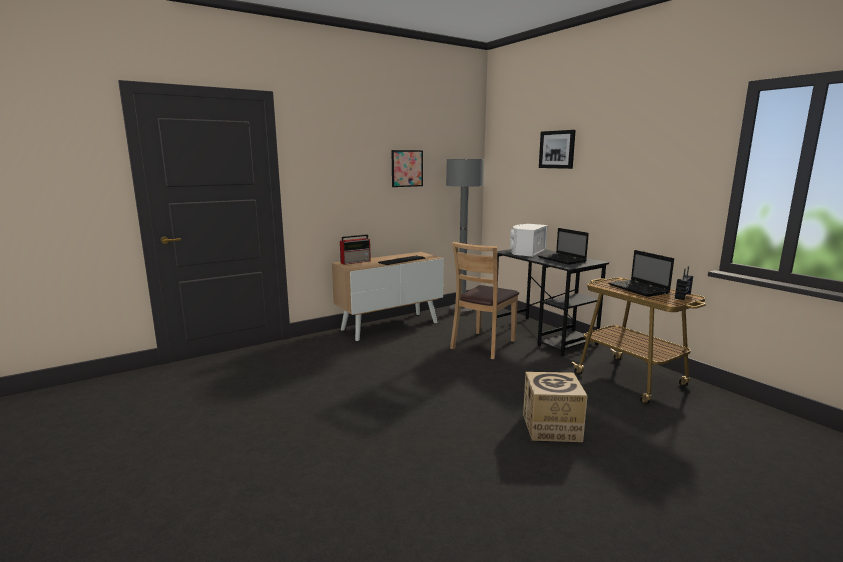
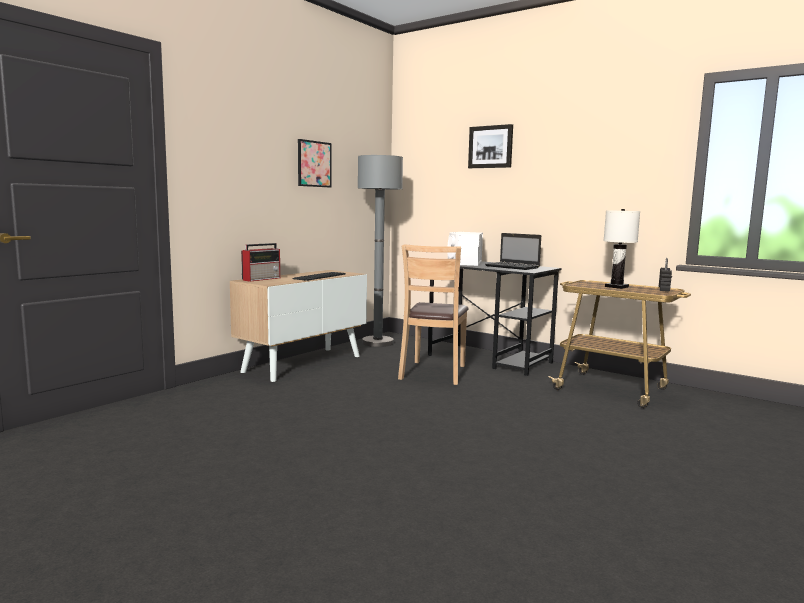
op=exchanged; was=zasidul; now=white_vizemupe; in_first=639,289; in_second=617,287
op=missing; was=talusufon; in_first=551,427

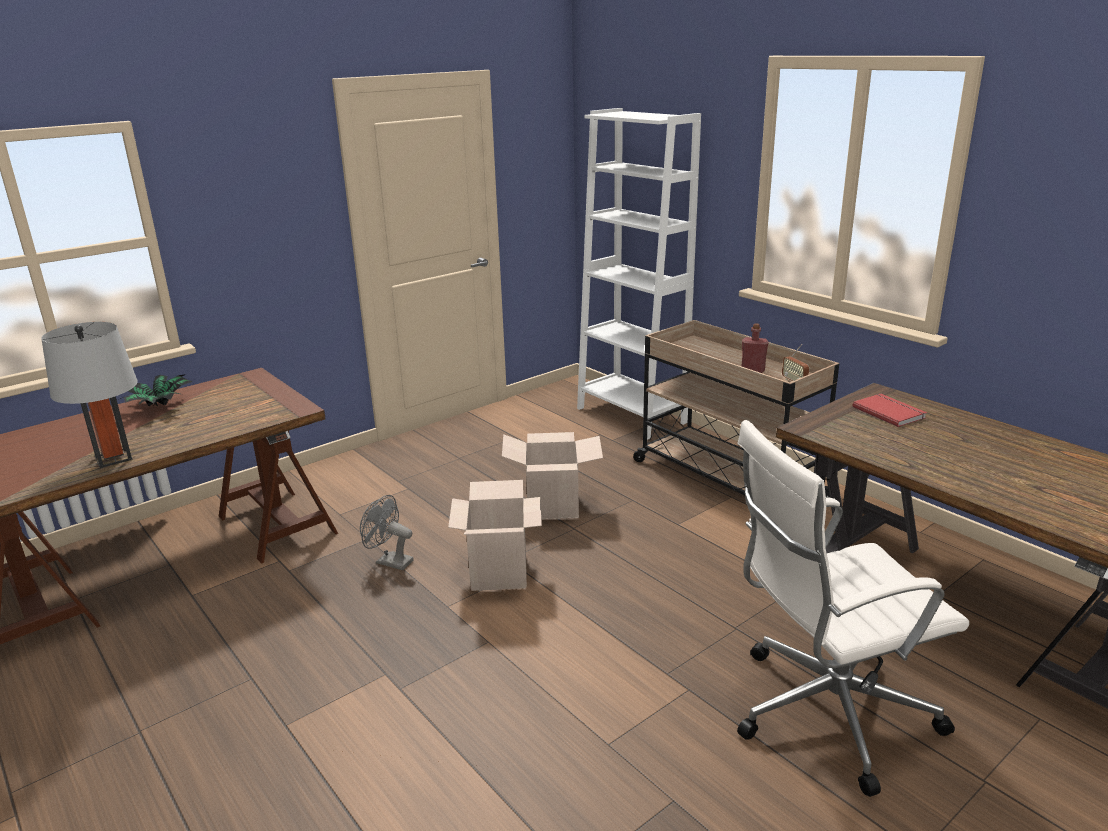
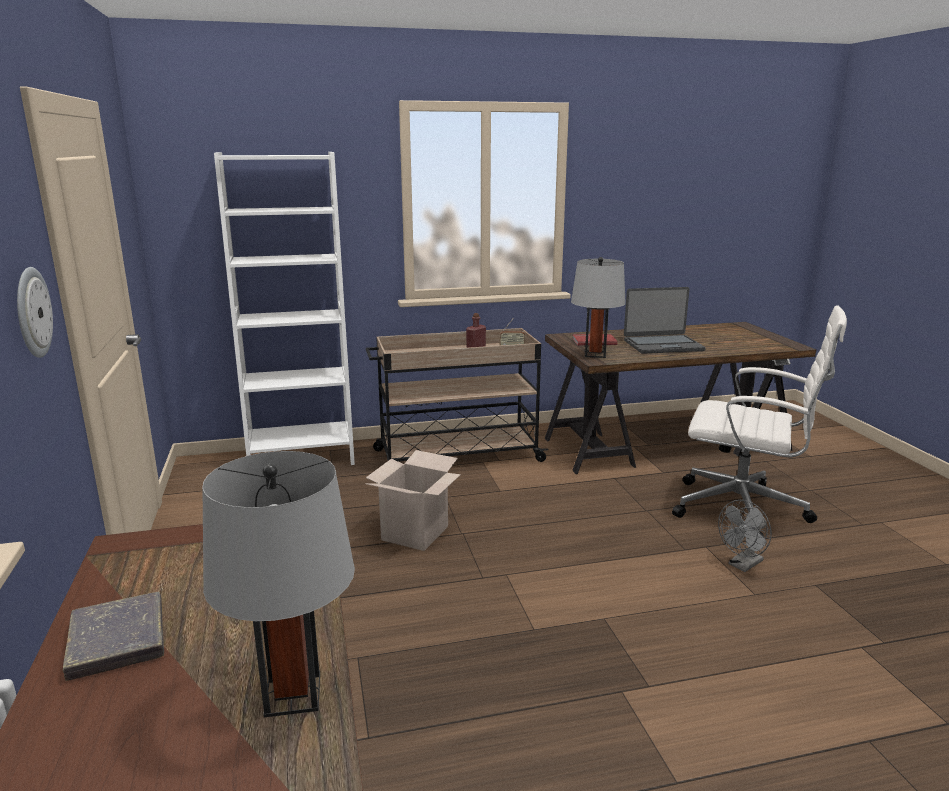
op=exchanged; was=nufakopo; now=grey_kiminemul; in_first=157,407; in_second=118,640
op=spun; was=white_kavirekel; in_first=826,712; in_second=744,510; clockwise=-75
op=missing; was=talusufon; in_first=499,572
op=relocated; was=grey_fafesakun; in_first=389,561; in_second=742,565
op=appeared; now=grey_vizemupe; in_second=595,354
op=appeared; now=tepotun; in_second=31,312
op=appeared; now=zasidul; in_second=662,345

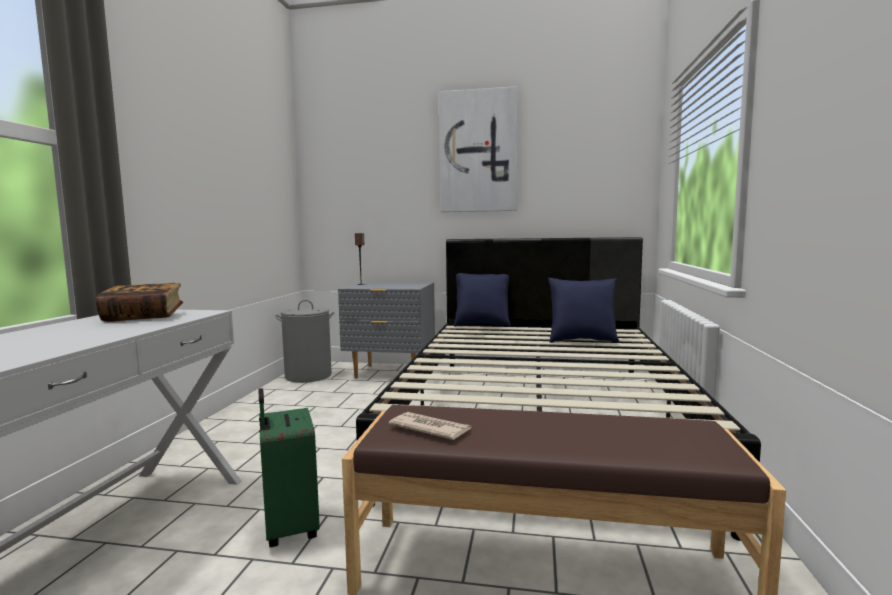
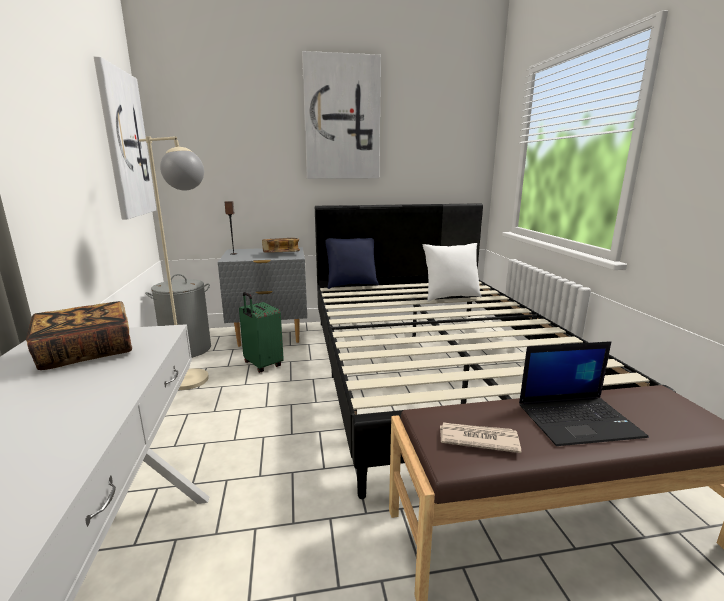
op=colour; was=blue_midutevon; now=white_midutevon; in_first=582,341; in_second=450,297
op=relocated; was=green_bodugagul; in_first=289,529; in_second=262,365
op=appeared; now=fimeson; in_second=125,145
op=appeared; now=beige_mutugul; in_second=197,384
op=appeared; now=kiminemul; in_second=281,254
op=appeared; now=zasidul; in_second=579,420

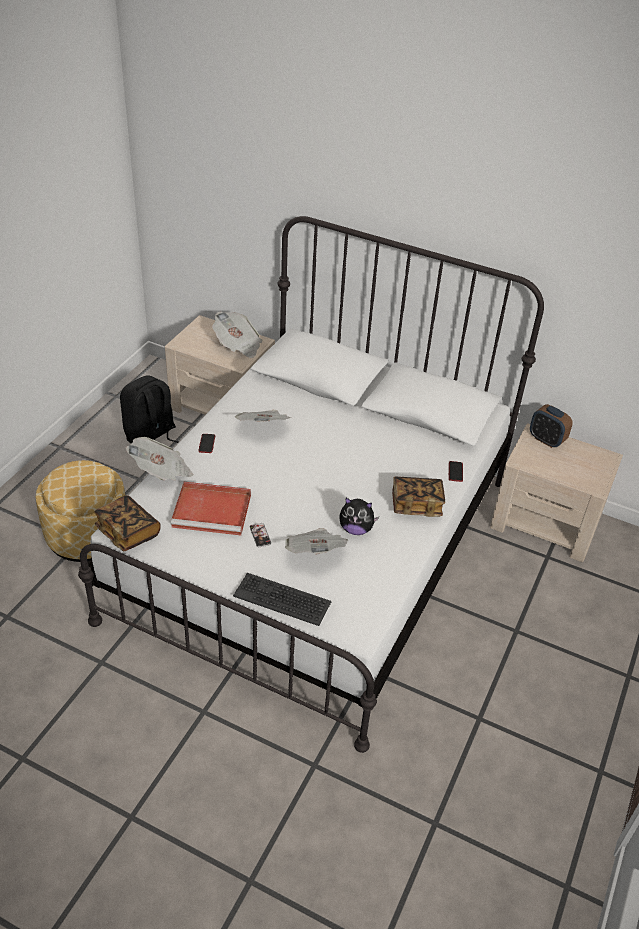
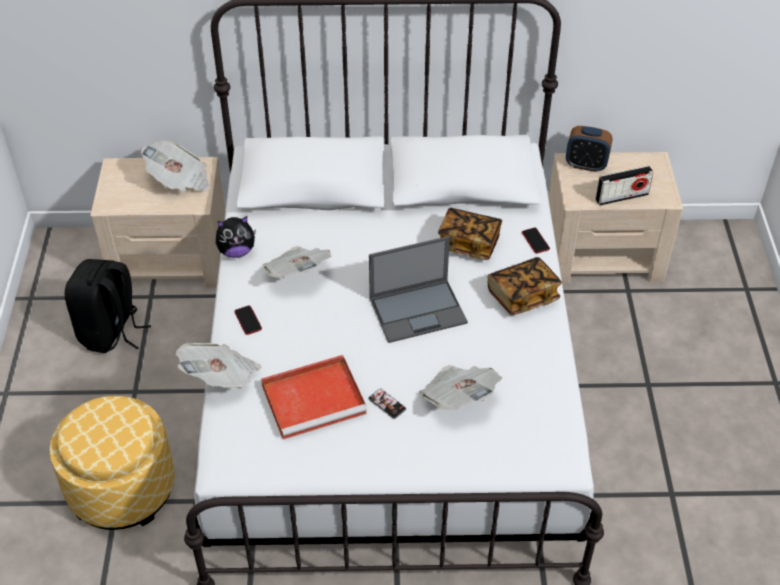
op=relocated; was=kiminemul; in_first=128,532; in_second=468,243
op=relocated; was=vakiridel; in_first=356,529; in_second=236,251
op=missing; was=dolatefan; in_first=282,599
op=appeared; now=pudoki; in_second=621,197
op=appeared; now=zasidul; in_second=419,310

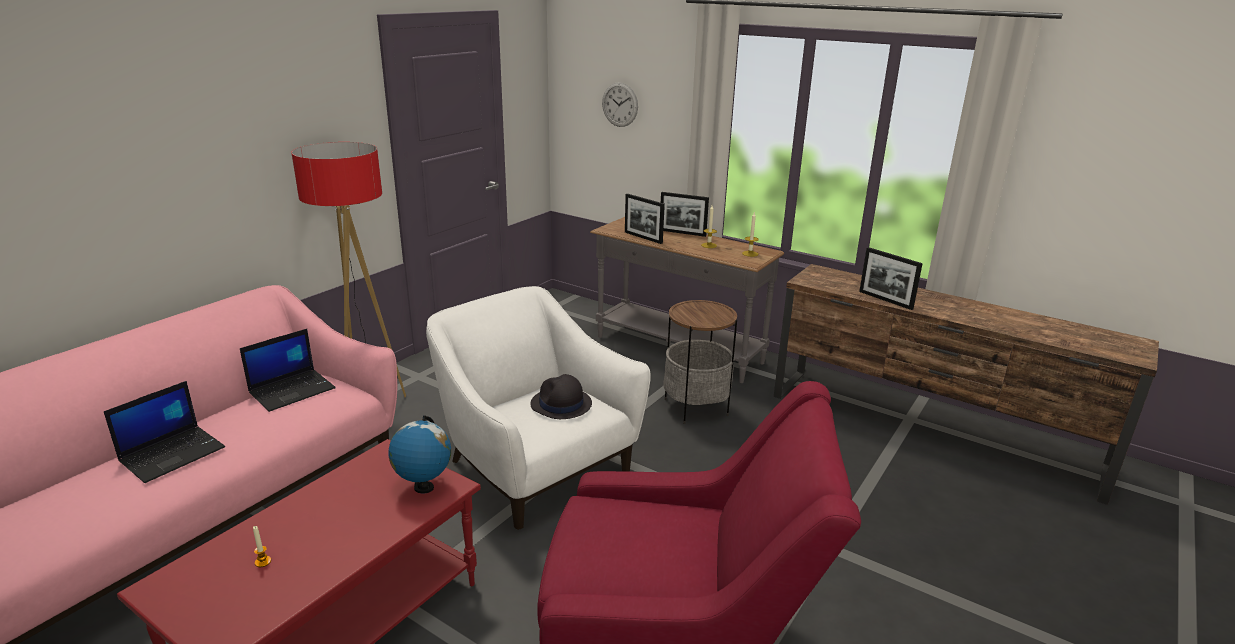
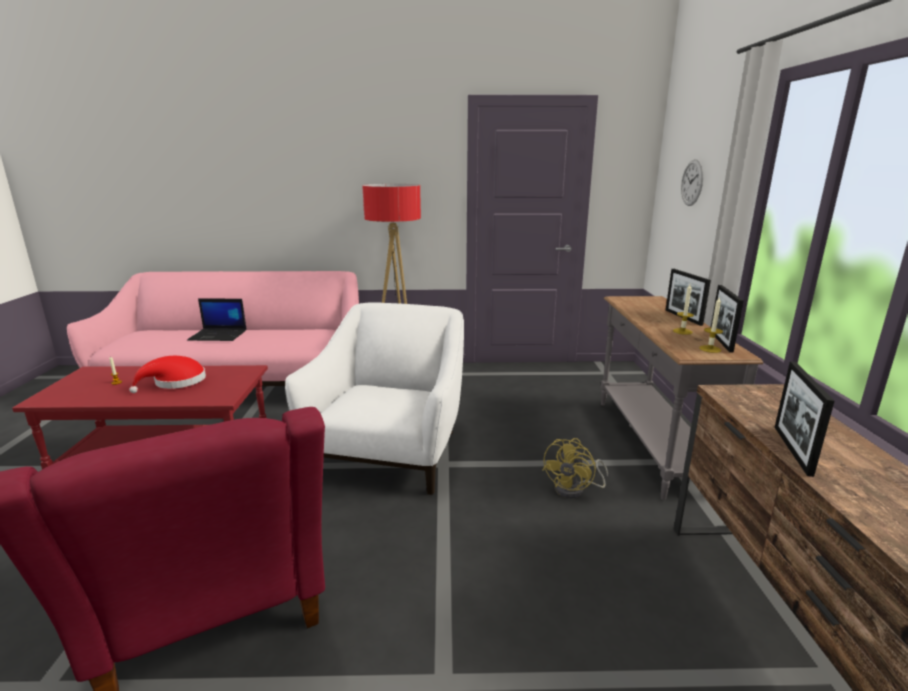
op=relocated; was=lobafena; in_first=643,237; in_second=721,341
op=exchanged; was=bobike; now=yellow_fafesakun; in_first=695,407; in_second=575,489
op=missing; was=zasidul; in_first=292,390
op=missing; was=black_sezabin; in_first=561,404
op=missing; was=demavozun; in_first=423,488
op=appeared; now=red_sezabin; in_second=176,382

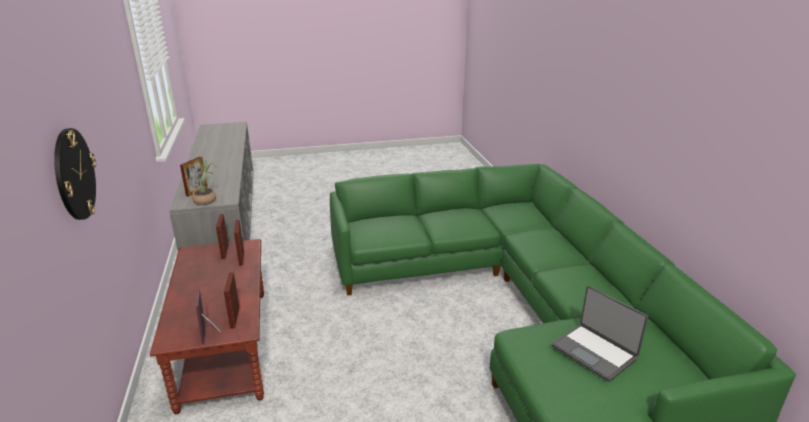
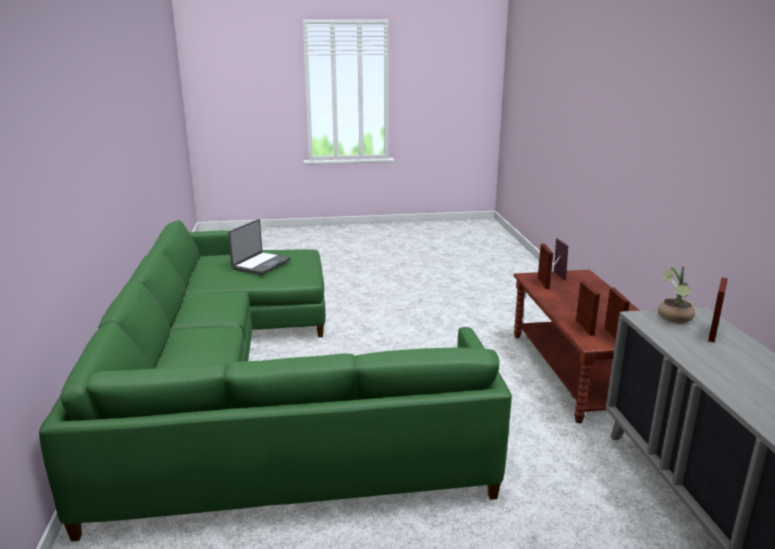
op=missing; was=tepotun; in_first=74,174
op=spun; was=zasidul; in_first=595,352; in_second=260,264; clockwise=60

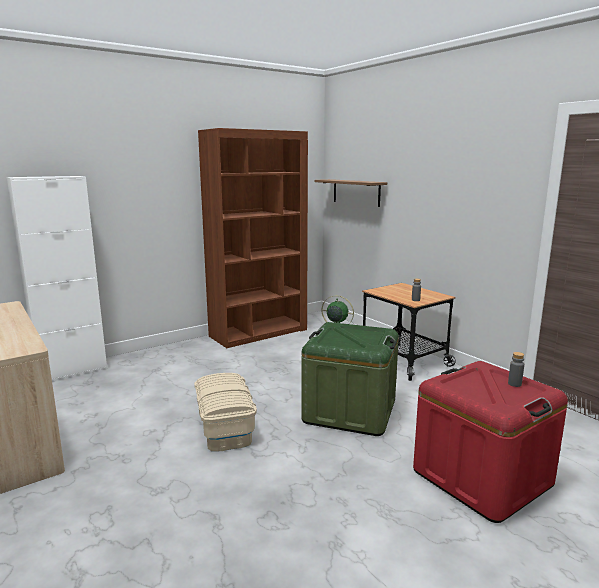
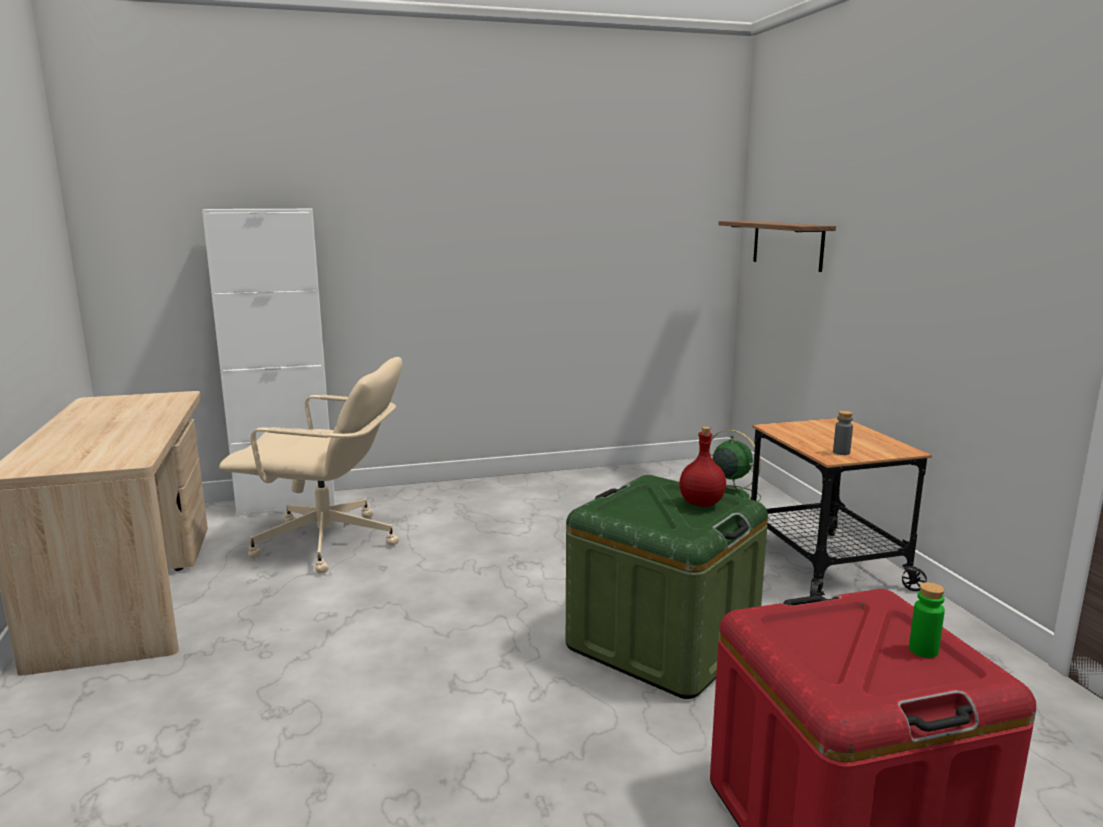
op=missing; was=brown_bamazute; in_first=259,333
op=colour; was=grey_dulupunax; now=green_dulupunax; in_first=514,384; in_second=923,650
op=missing; was=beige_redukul; in_first=225,427
op=appeared; now=beige_kavirekel; in_second=327,544
op=appeared; now=red_dulupunax; in_second=702,504

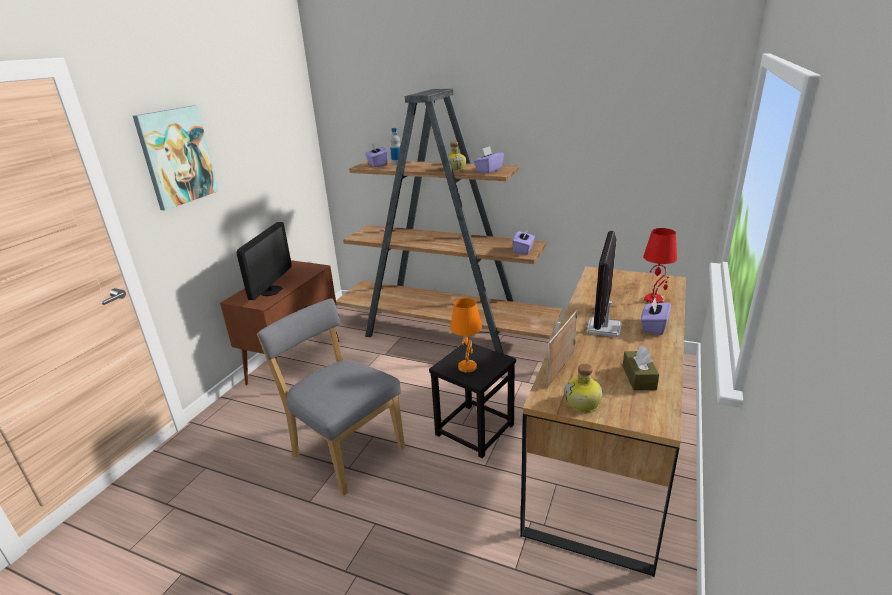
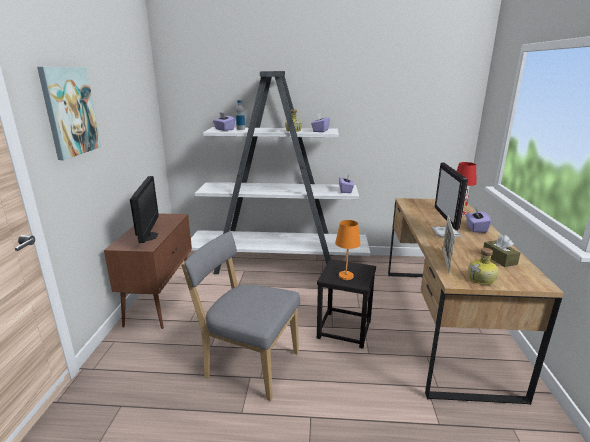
op=colour; was=brown_bamazute; now=white_bamazute; in_first=446,333; in_second=279,263

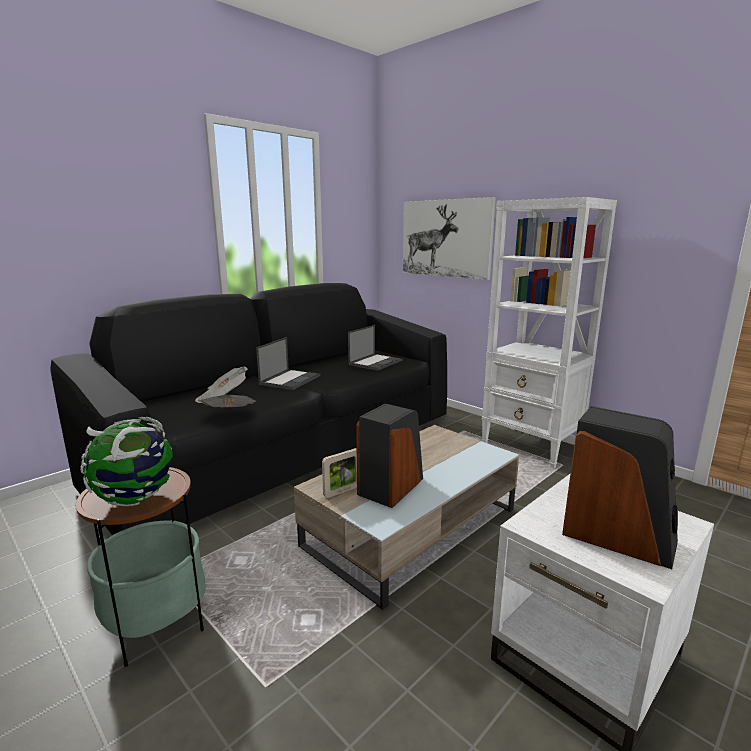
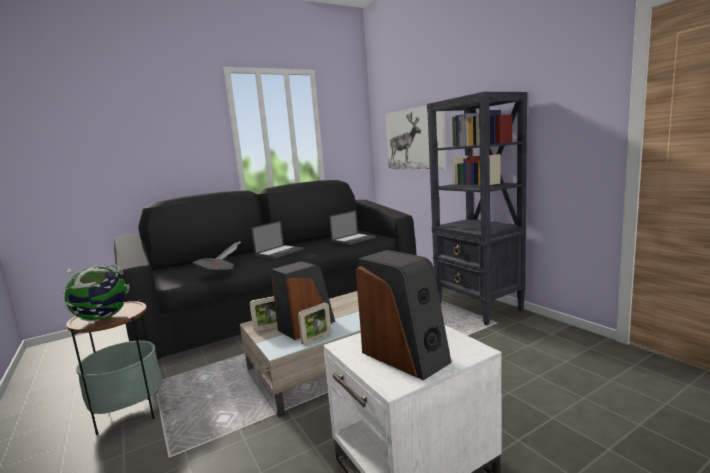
op=colour; was=white_bamazute; now=black_bamazute; in_first=531,447; in_second=478,308
op=appeared; now=lobafena; in_second=316,339

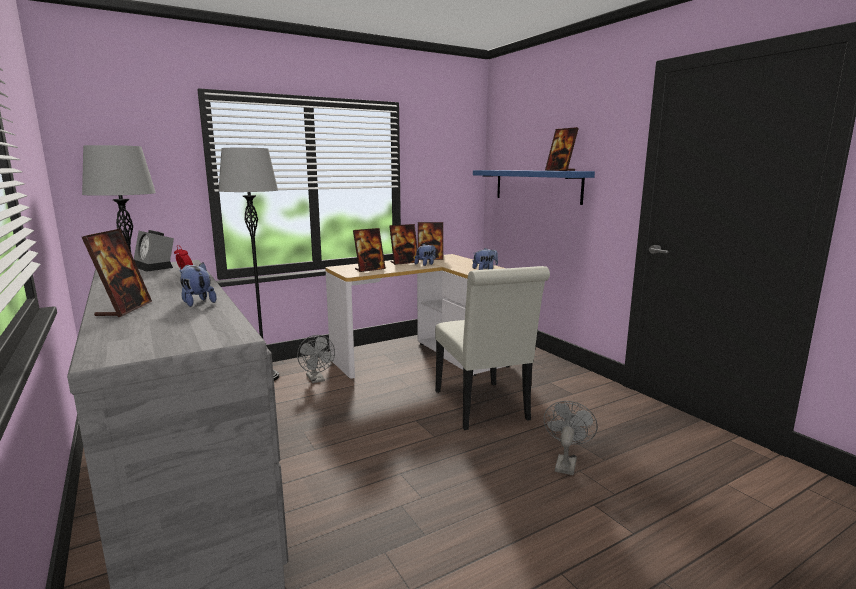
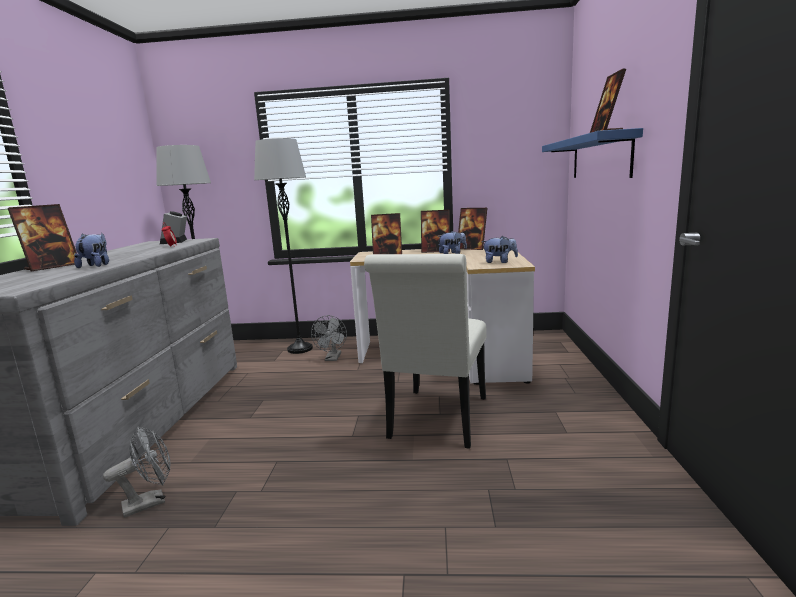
op=relocated; was=grey_fafesakun; in_first=565,463; in_second=151,501

